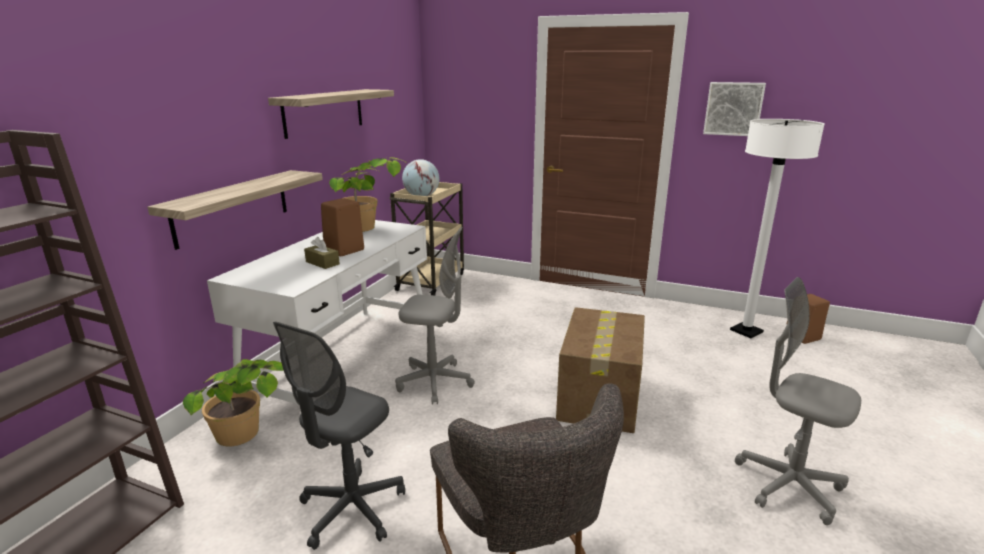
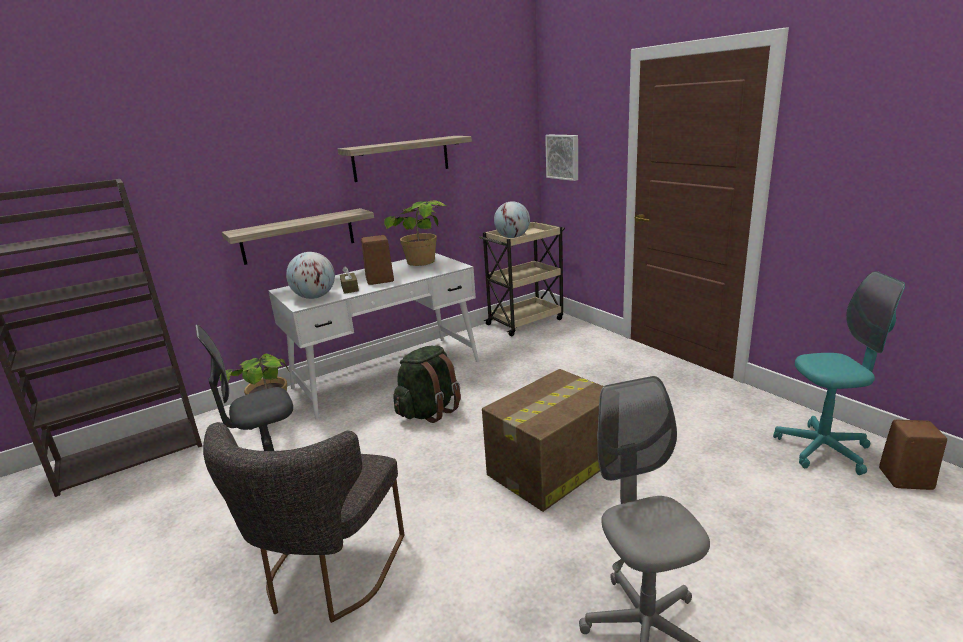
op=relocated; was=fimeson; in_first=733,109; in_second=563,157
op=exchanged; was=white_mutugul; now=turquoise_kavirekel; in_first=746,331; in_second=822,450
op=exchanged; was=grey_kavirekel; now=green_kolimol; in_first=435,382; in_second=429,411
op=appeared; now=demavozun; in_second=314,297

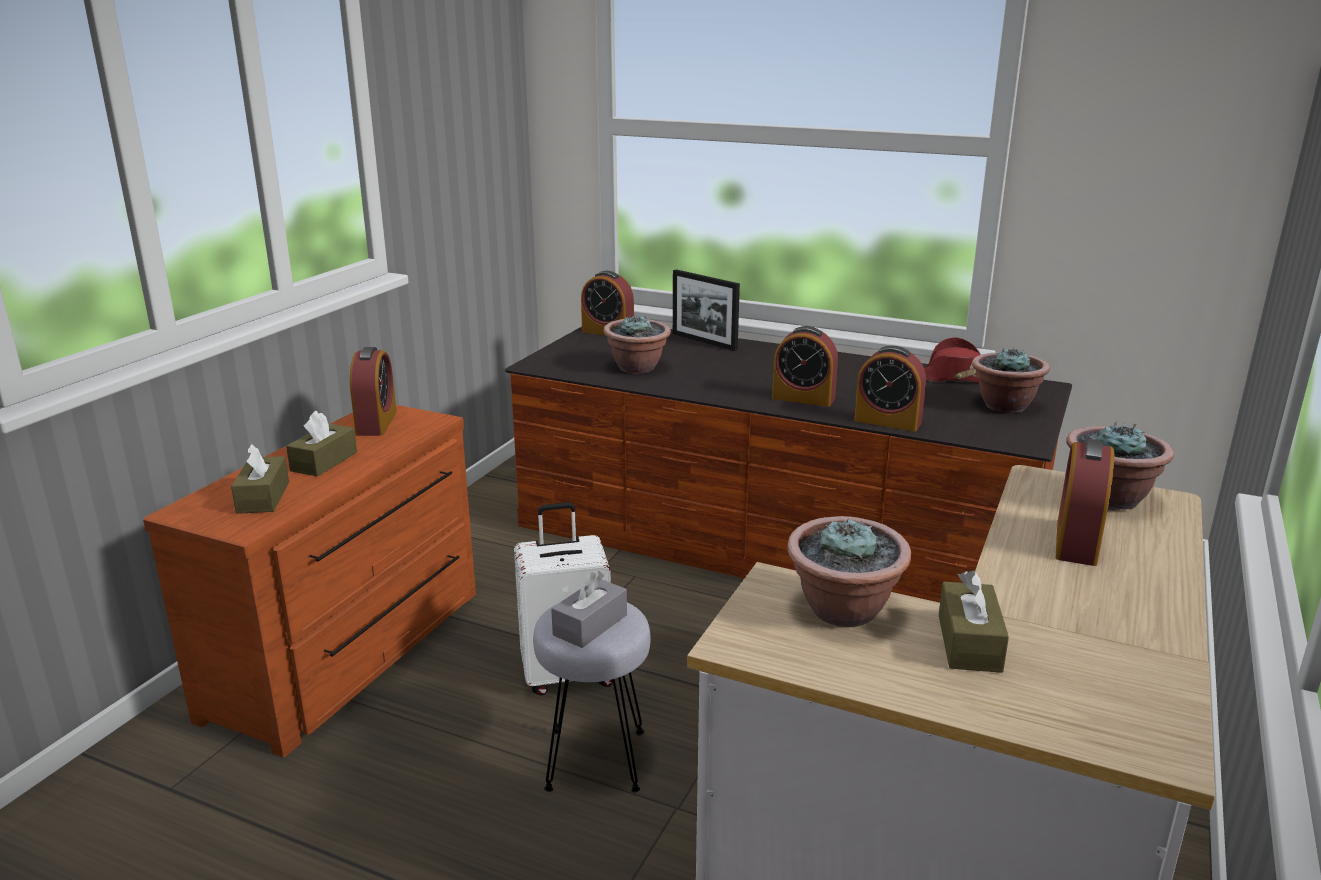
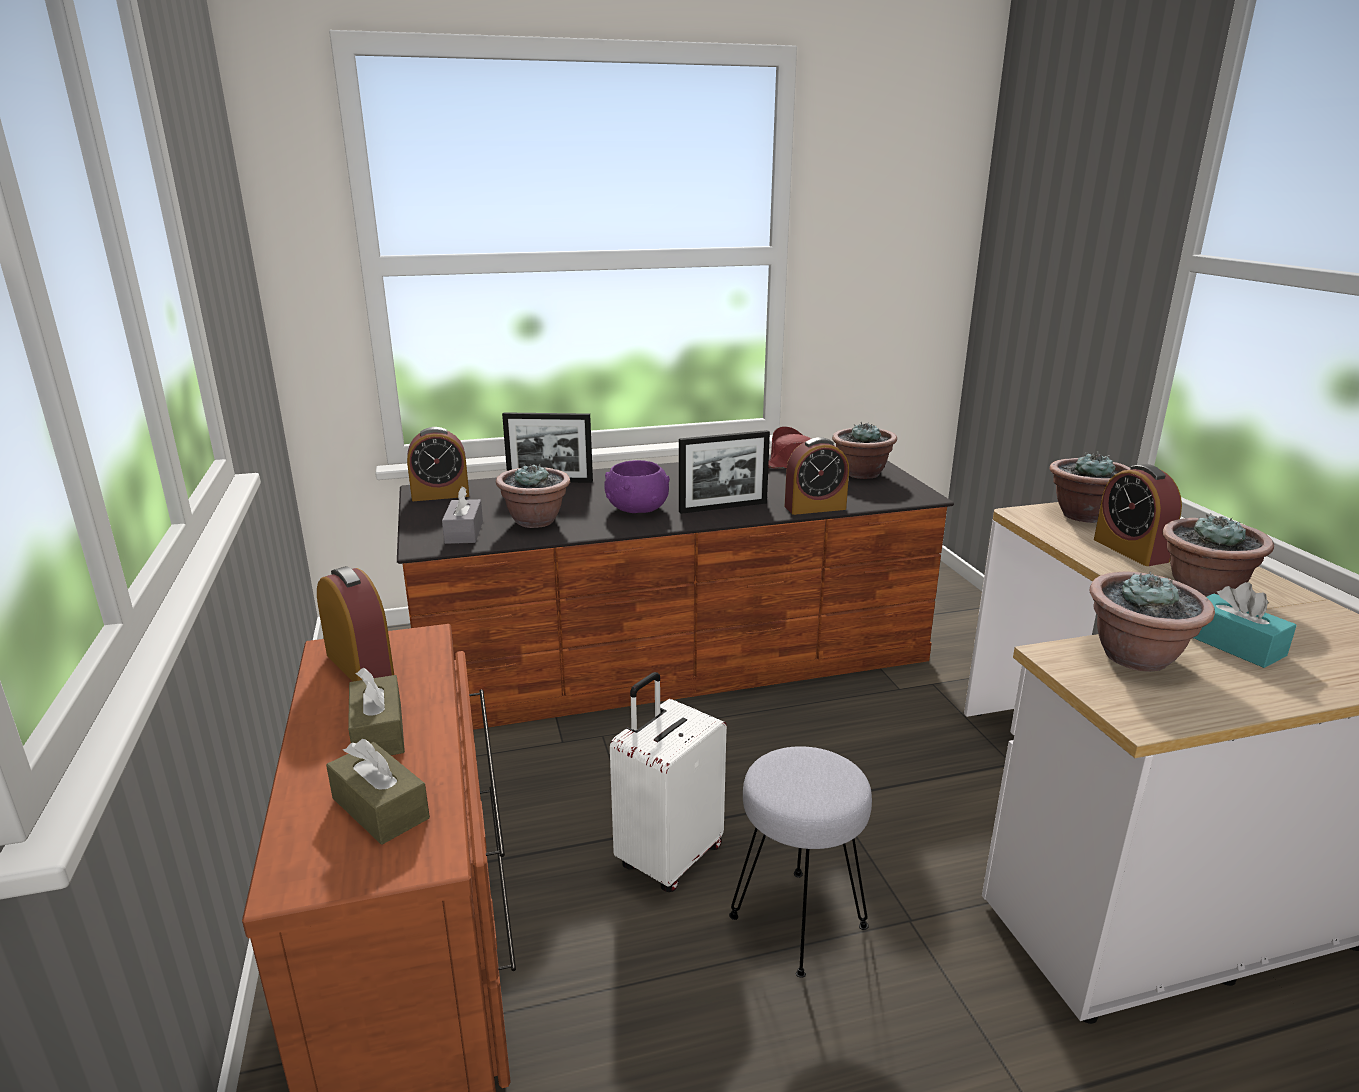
op=exchanged; was=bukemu; now=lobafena; in_first=803,398; in_second=723,507
op=colour; was=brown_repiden; now=turquoise_repiden; in_first=969,643; in_second=1233,644
op=relocated; was=grey_repiden; in_first=590,625; in_second=464,532
op=appeared; now=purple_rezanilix; in_second=637,508
op=appeared; now=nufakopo; in_second=1203,589

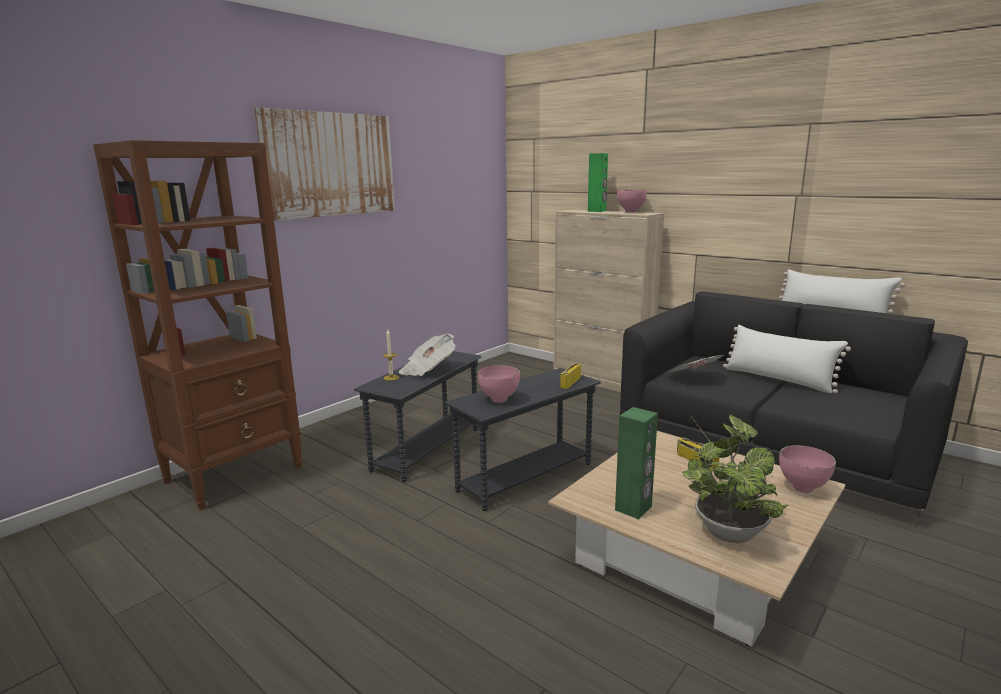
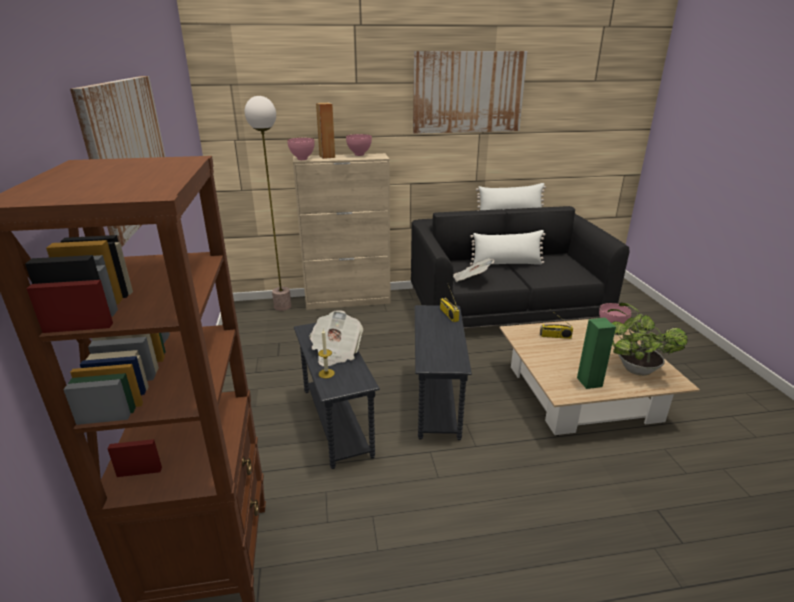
op=colour; was=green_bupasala; now=brown_bupasala; in_first=597,211; in_second=327,156
op=relocated; was=pink_rezanilix; in_first=498,400; in_second=302,159
op=appeared; now=fimeson; in_second=468,92
op=appeared; now=mutugul; in_second=282,306

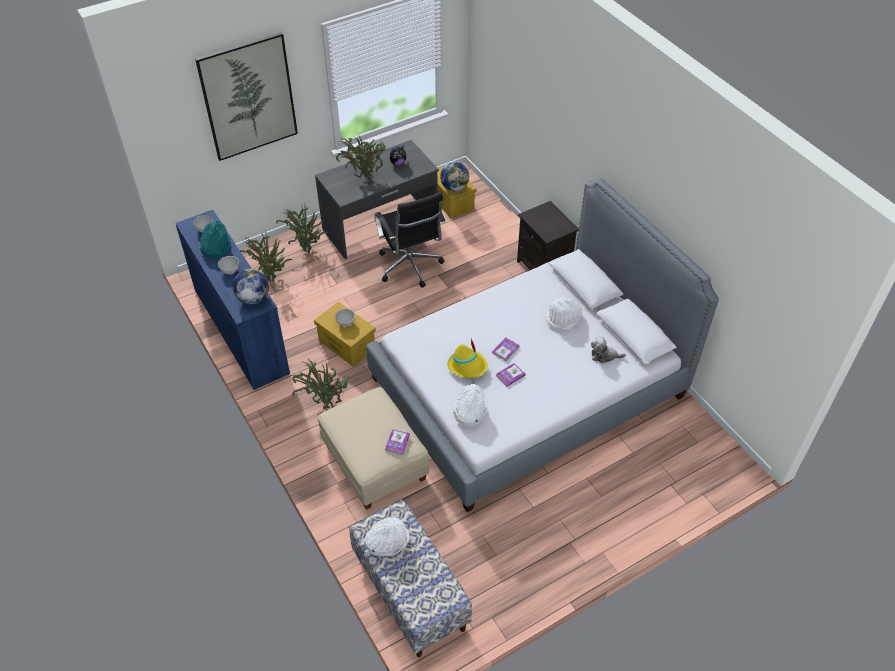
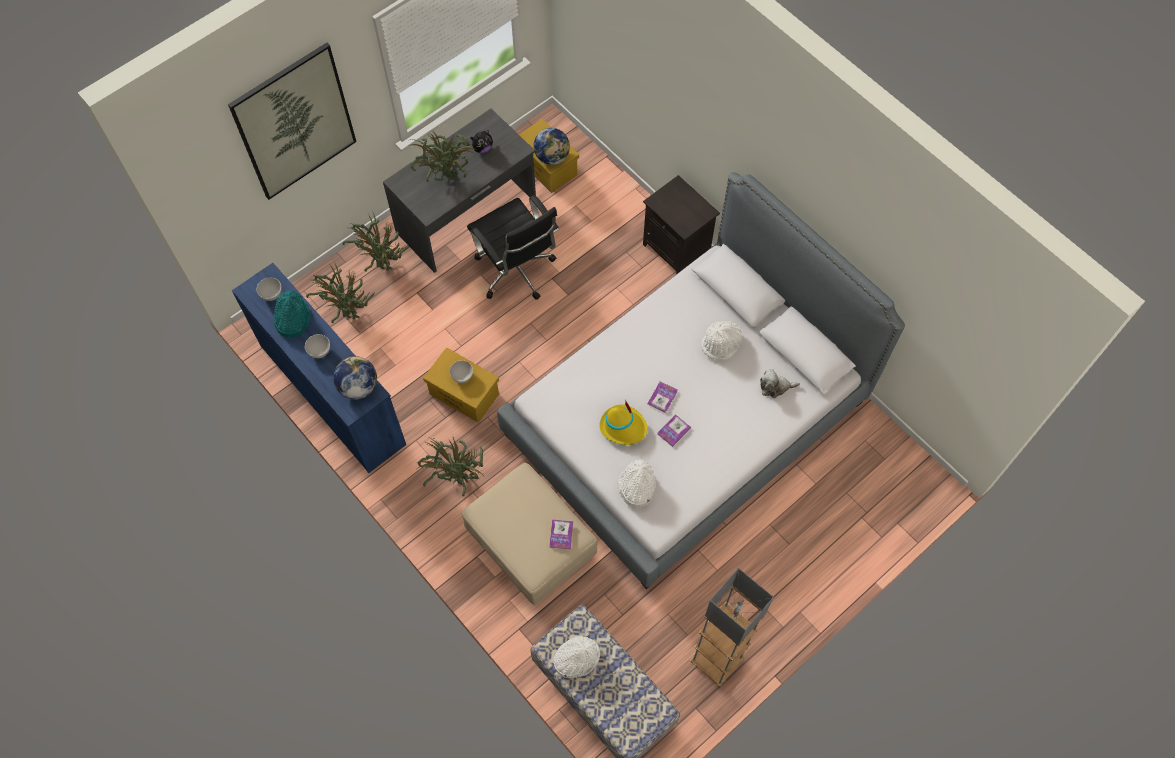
op=appeared; now=grey_mutugul; in_second=716,660

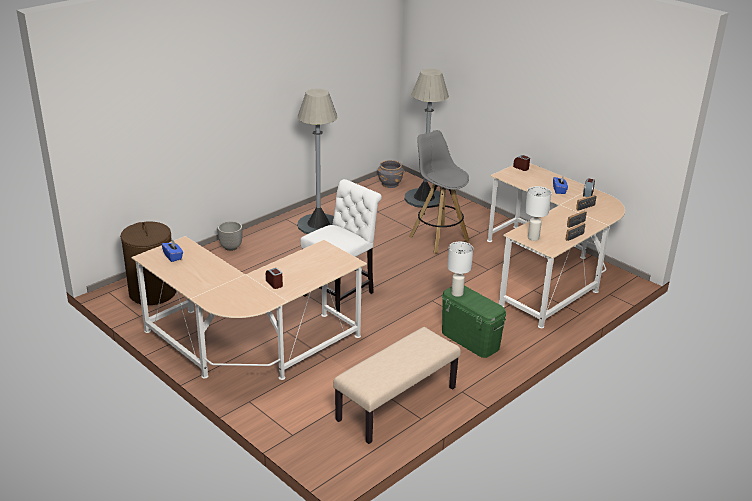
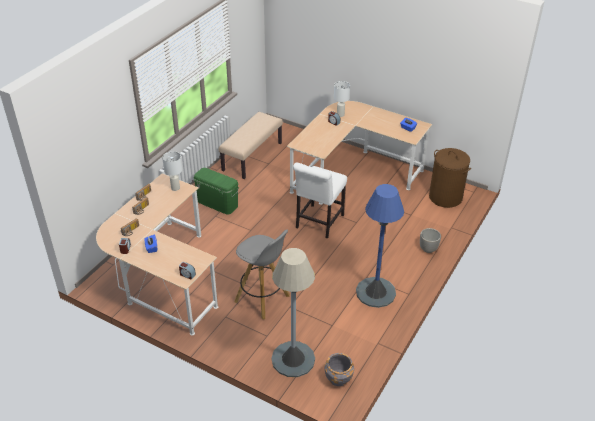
op=colour; was=grey_mutugul; now=blue_mutugul; in_first=318,225; in_second=376,292
op=relocated; was=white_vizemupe; in_first=457,293; in_second=340,115

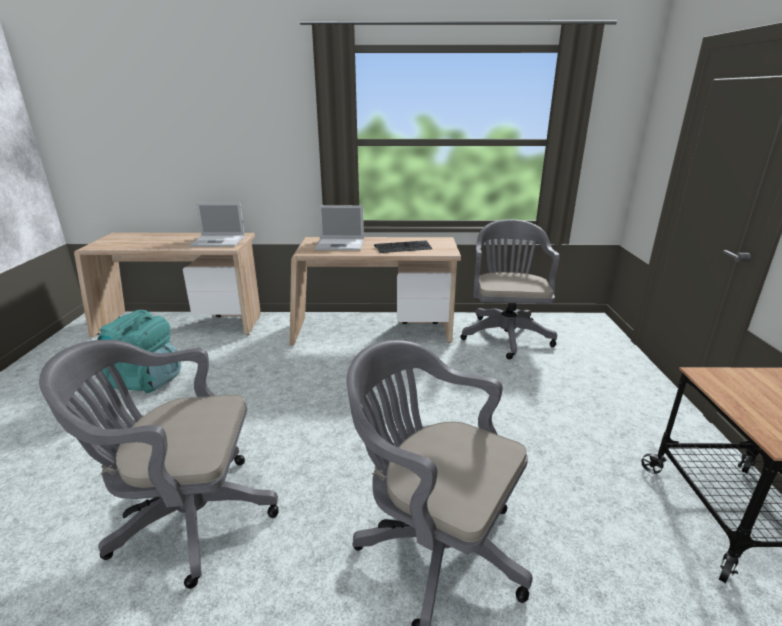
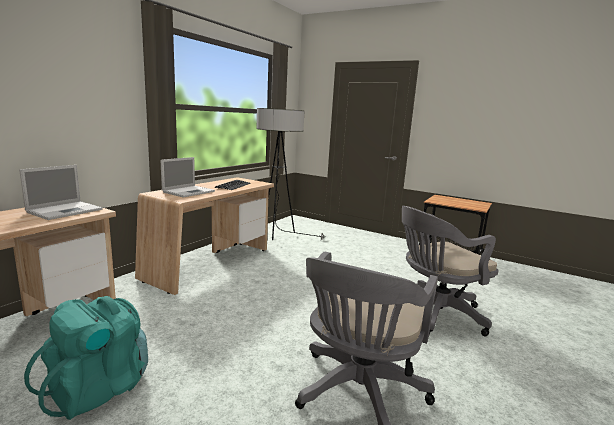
op=exchanged; was=grey_kavirekel; now=mutugul; in_first=505,334; in_second=278,237

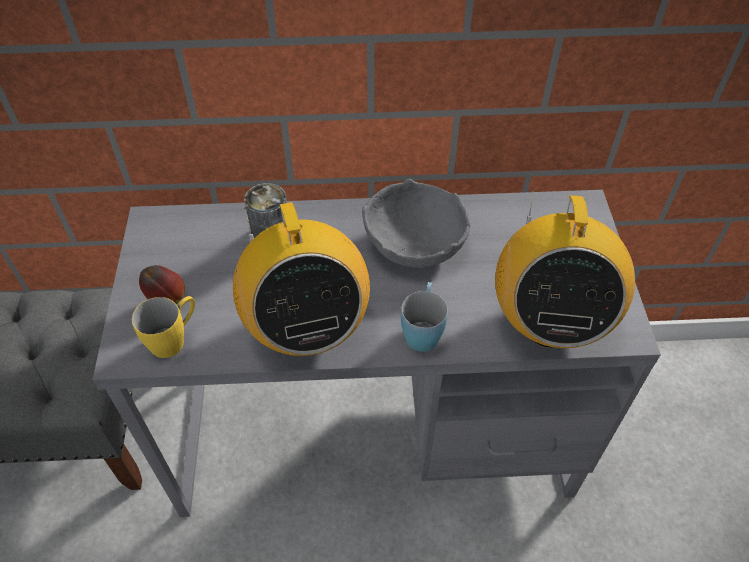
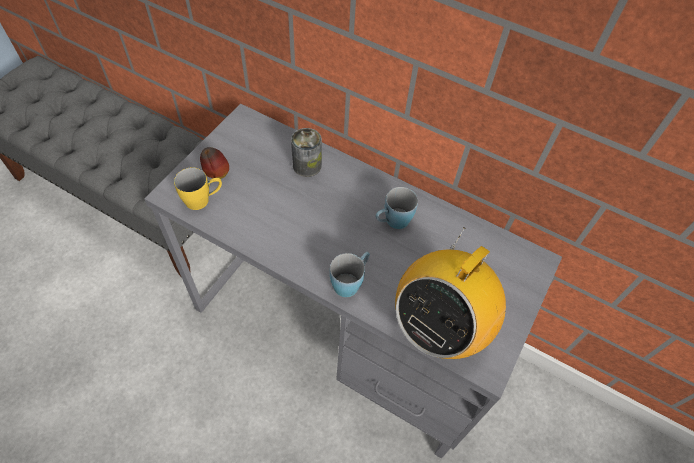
op=exchanged; was=grey_rezanilix; now=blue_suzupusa; in_first=415,244; in_second=392,222
op=missing; was=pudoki; in_first=306,328

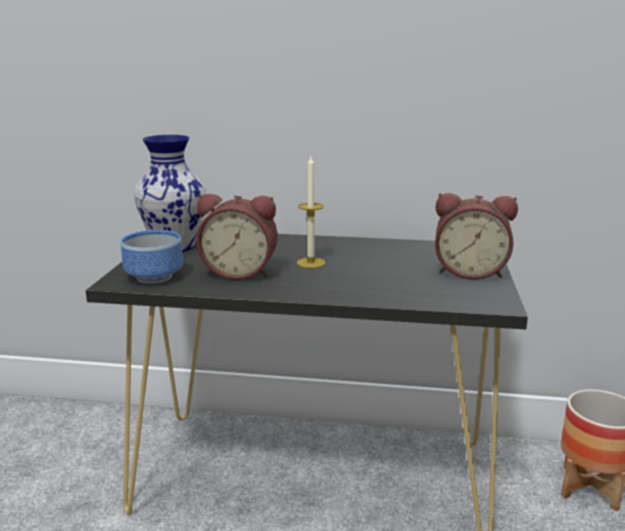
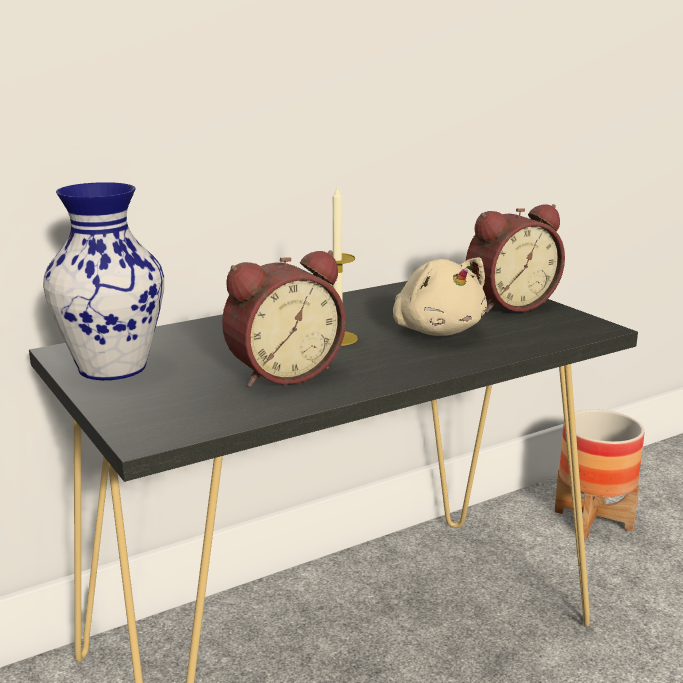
op=missing; was=rezanilix; in_first=152,277
op=appeared; now=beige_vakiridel; in_second=436,330

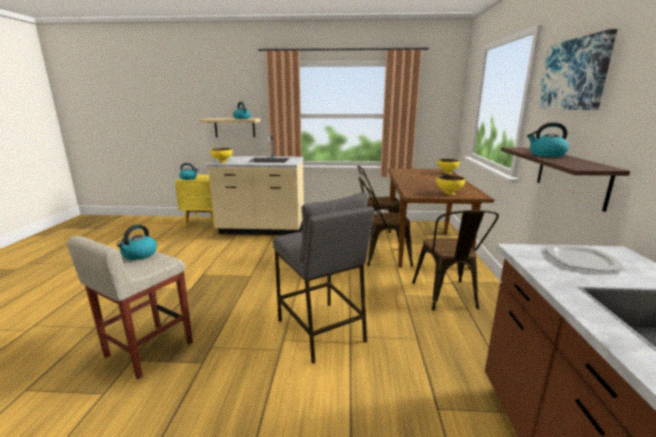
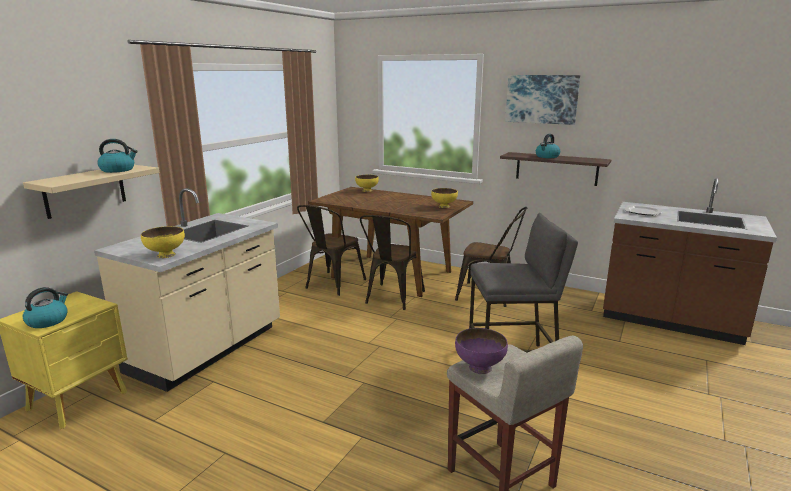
op=exchanged; was=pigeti; now=purple_rezanilix; in_first=139,255; in_second=479,367

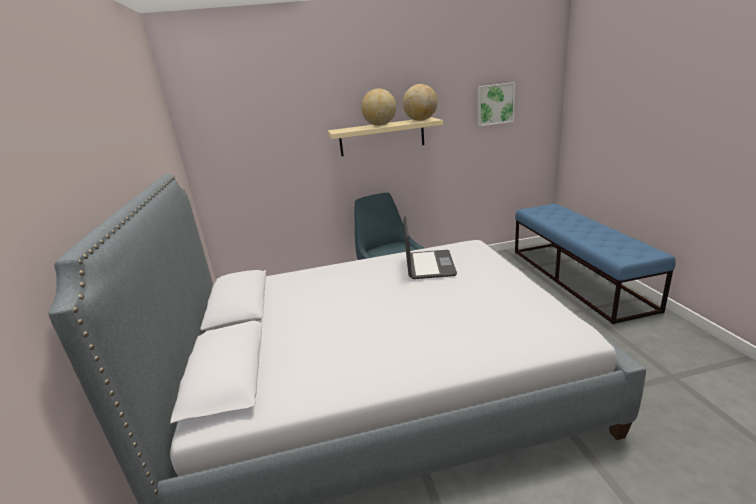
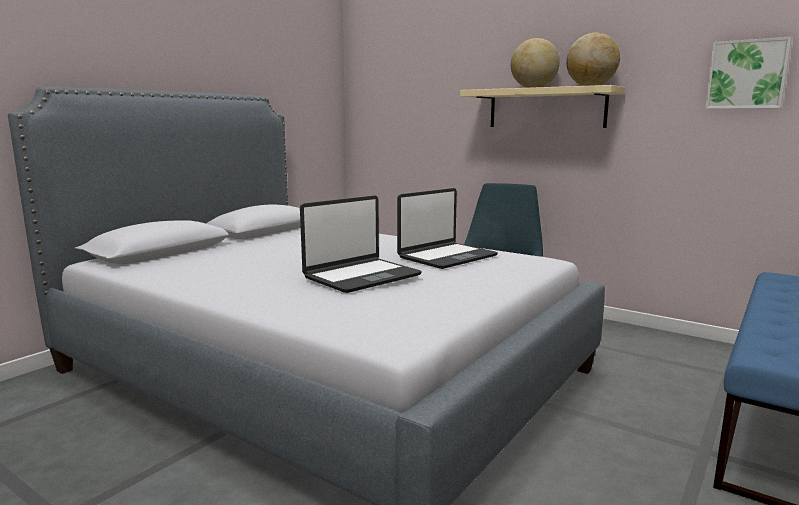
op=appeared; now=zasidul; in_second=361,276

